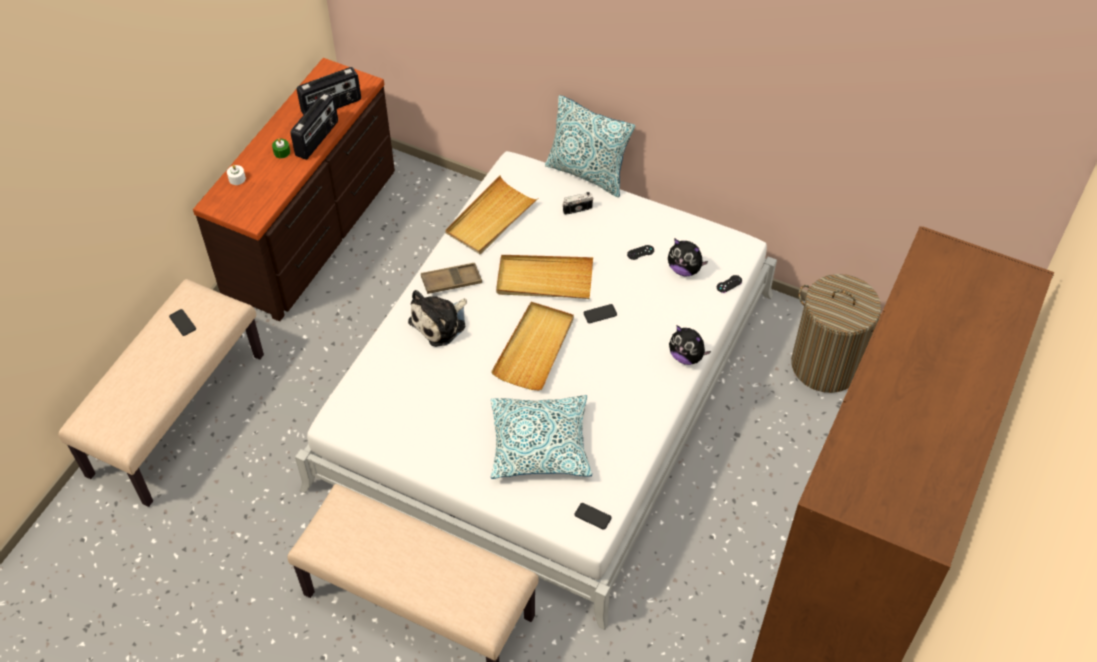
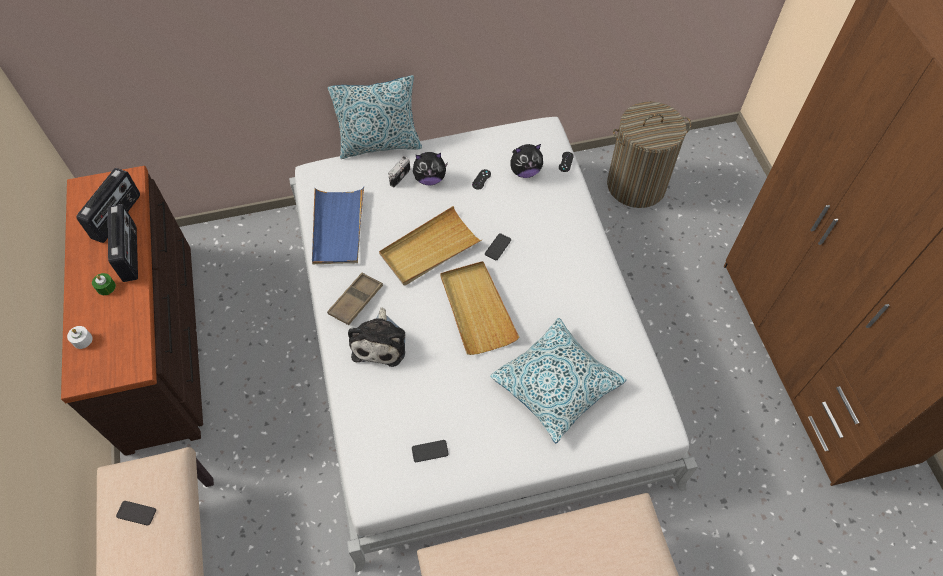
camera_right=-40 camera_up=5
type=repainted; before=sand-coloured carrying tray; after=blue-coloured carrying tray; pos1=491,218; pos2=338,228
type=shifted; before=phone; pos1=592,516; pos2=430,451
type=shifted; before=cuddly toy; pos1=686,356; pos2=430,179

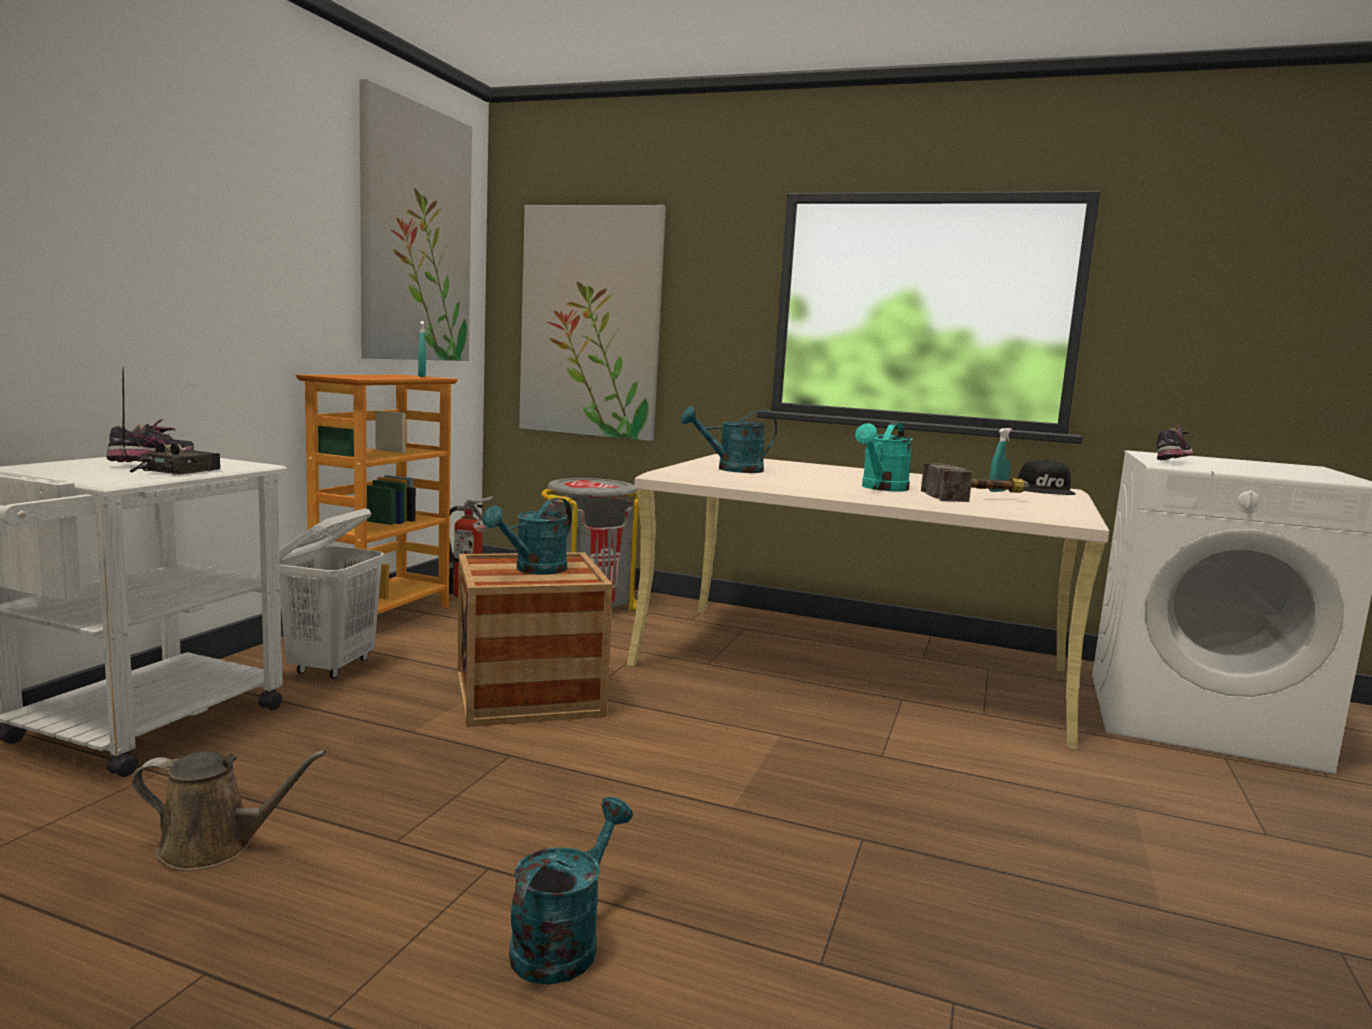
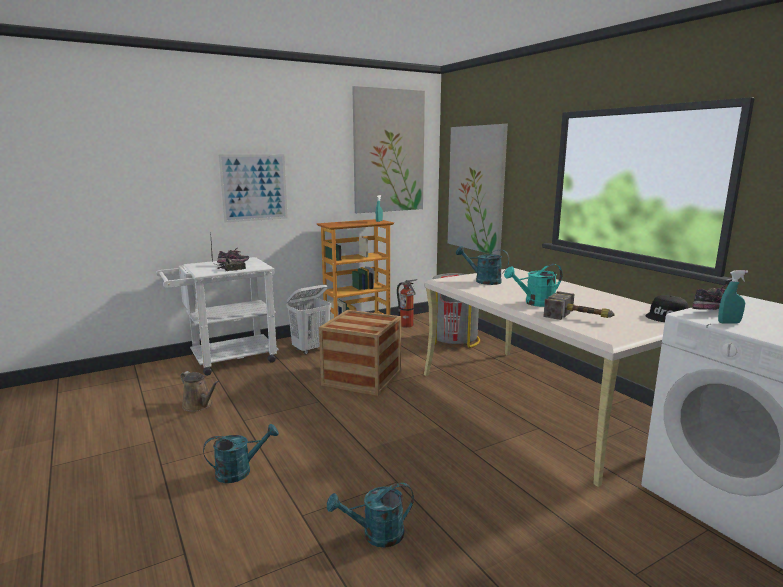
camera_right=40 camera_up=5
type=shifted; before=turquoise-coloured sprinkling can; pos1=534,570; pos2=376,535
type=shifted; before=turquoise-coloured spray bottle; pos1=997,491; pos2=729,323
type=new; after=wall picture; pos2=254,187

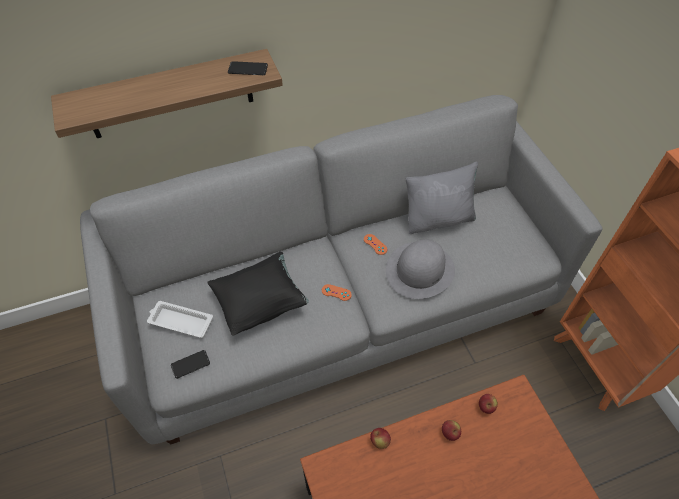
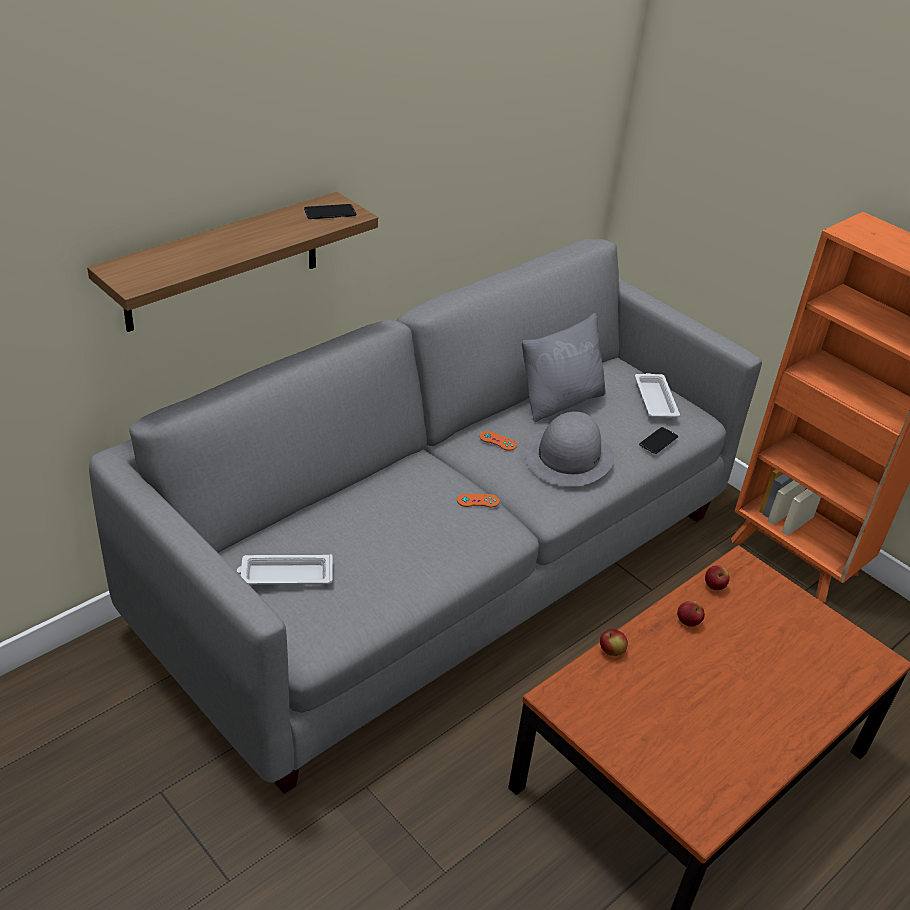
camera_right=-25 camera_up=-15
type=shifted; before=phone; pos1=190,364; pos2=658,441
type=gone; before=black pillow; pos1=260,303
type=new; after=whitish carrying tray; pos2=655,399

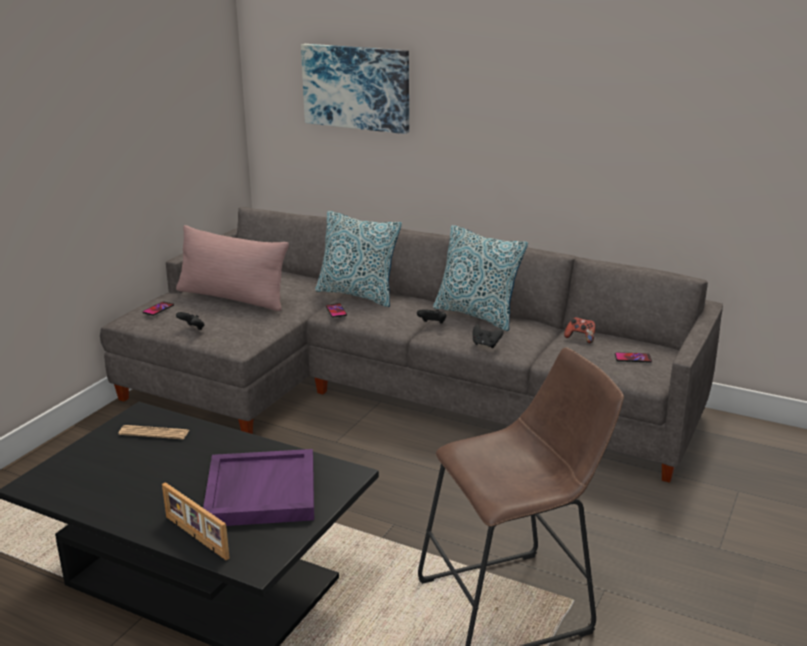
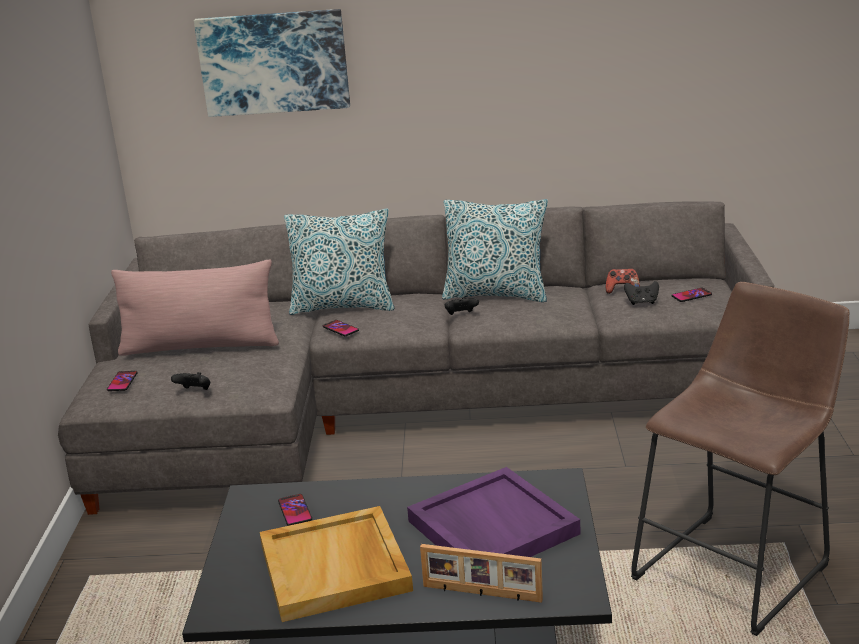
camera_right=-25 camera_up=0
type=swapped; before=printed paper; after=phone; pos1=154,433; pos2=295,511
type=shifted; before=black gamepad; pos1=486,345; pos2=642,302
type=new; after=sand-coloured carrying tray; pos2=336,568

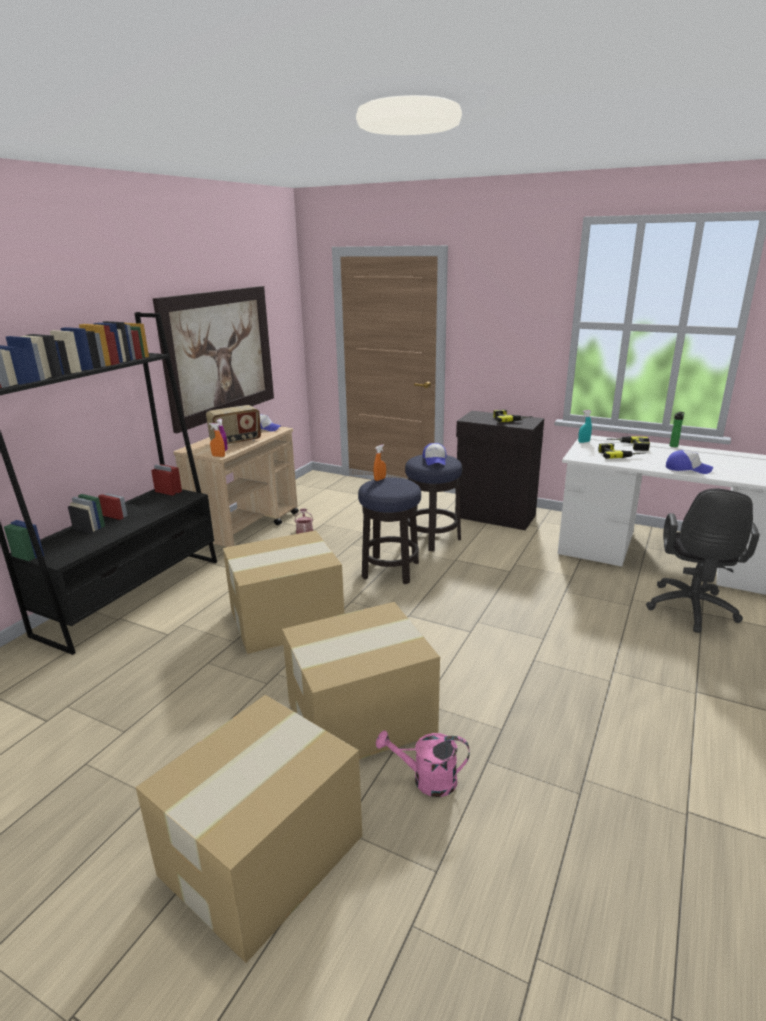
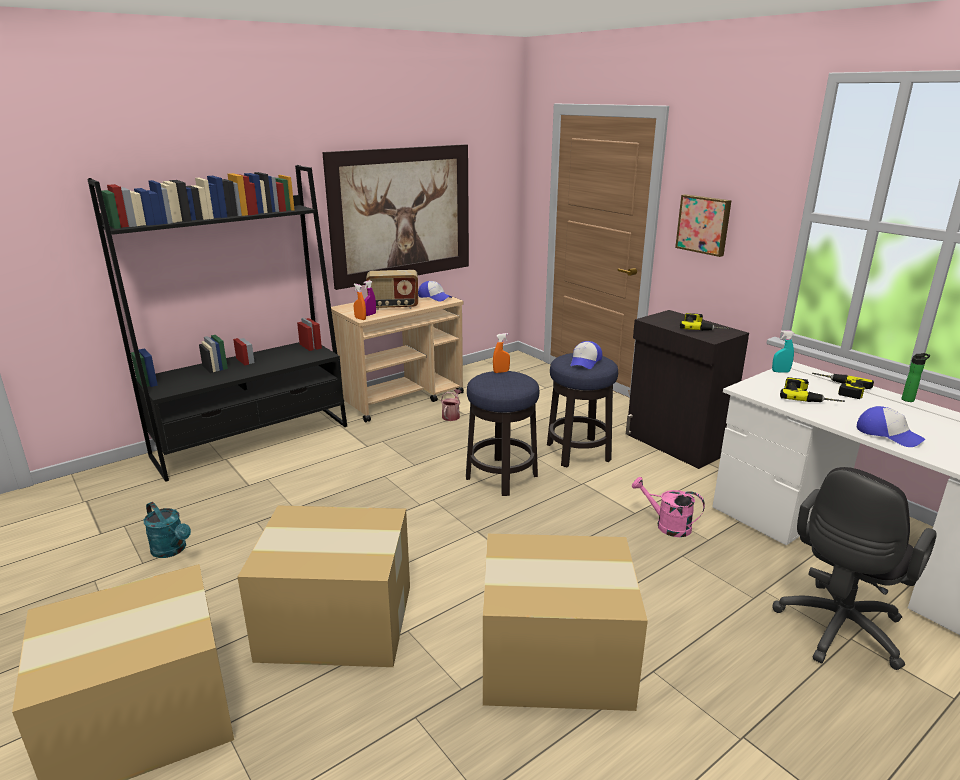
camera_right=25 camera_up=0
type=shifted; before=carton; pos1=288,619; pos2=557,659
type=shifted; before=pink sprinkling can; pos1=426,780; pos2=667,525
type=new; after=turquoise-coloured sprinkling can; pos2=172,550
type=new; after=wall picture; pos2=704,224

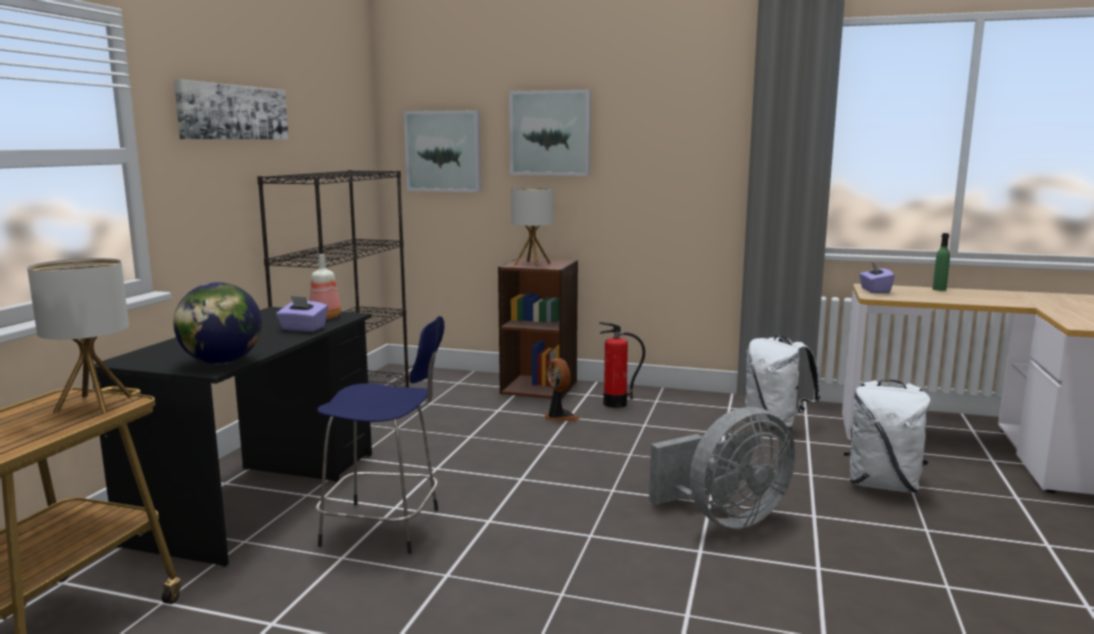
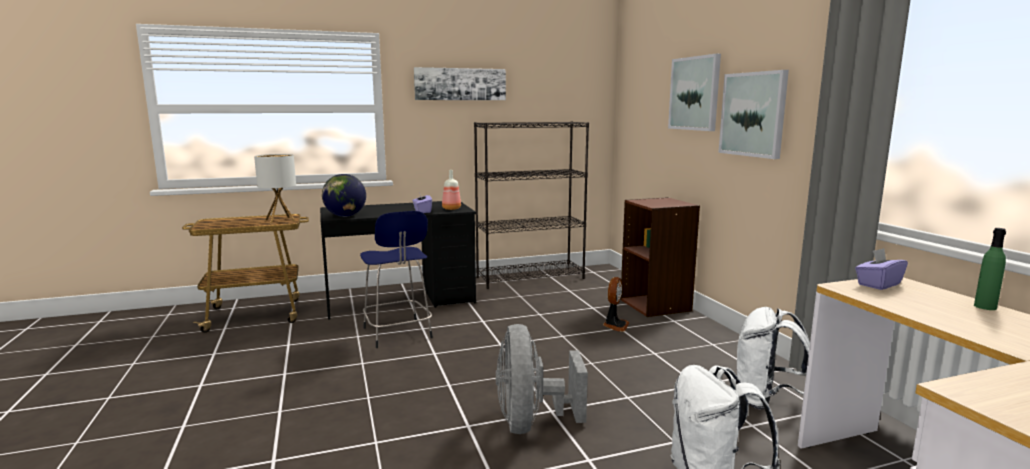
camera_right=55 camera_up=0
type=shifted; before=wall picture; pos1=443,151; pos2=753,114
type=gone; before=table lamp; pos1=532,264
type=gone; before=fire extinguisher; pos1=615,404
type=rotated; before=greyish electric fan; pos1=725,518; pos2=531,423; turn=60

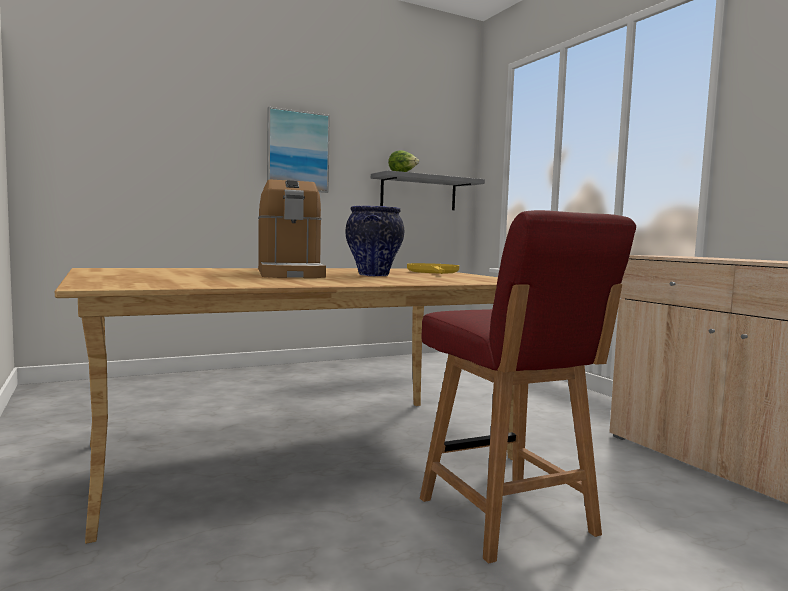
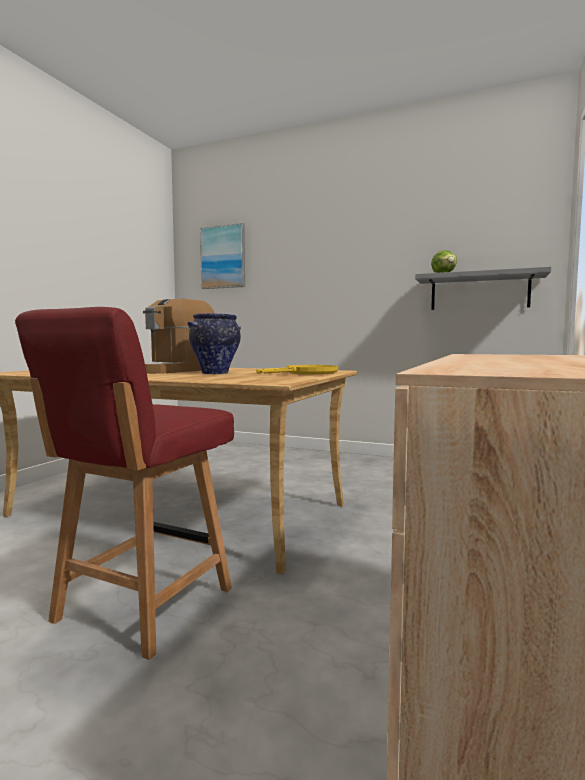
camera_right=50 camera_up=0
type=shifted; before=wall picture; pos1=298,151; pos2=223,257

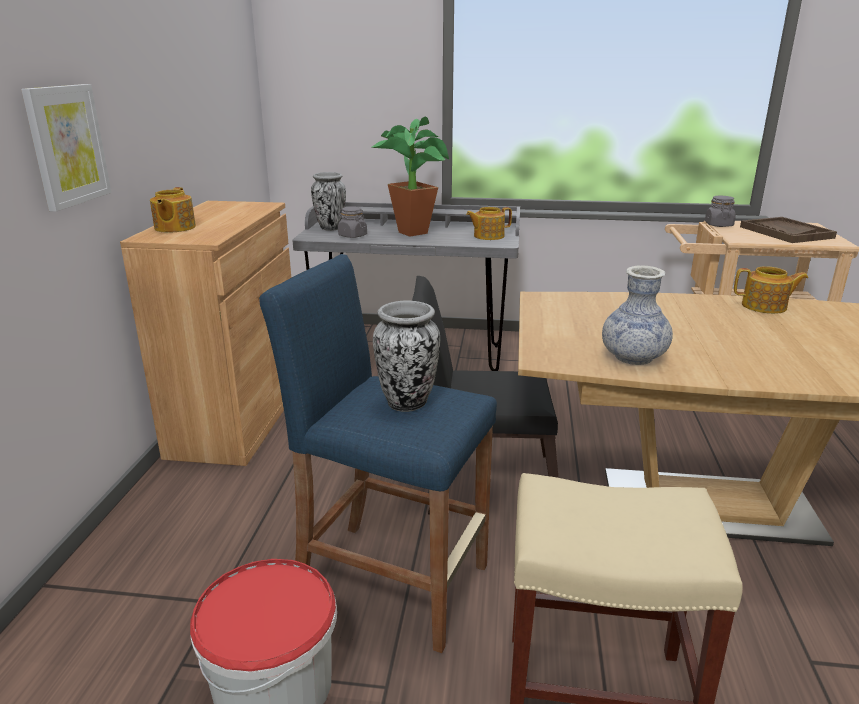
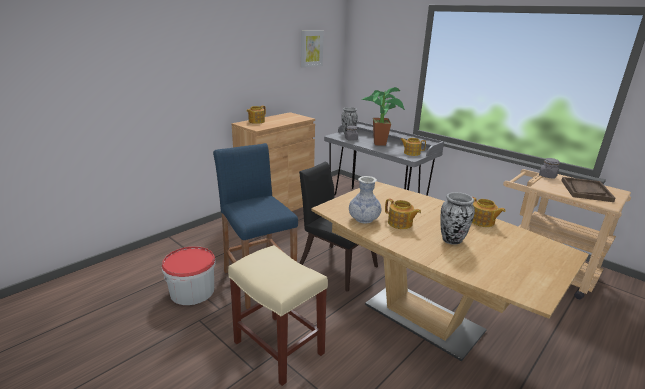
camera_right=35 camera_up=0
type=shifted; before=wall picture; pos1=66,145; pos2=311,48
type=shifted; before=decorative vase; pos1=408,403; pos2=452,240
type=new; after=teapot; pos2=400,223

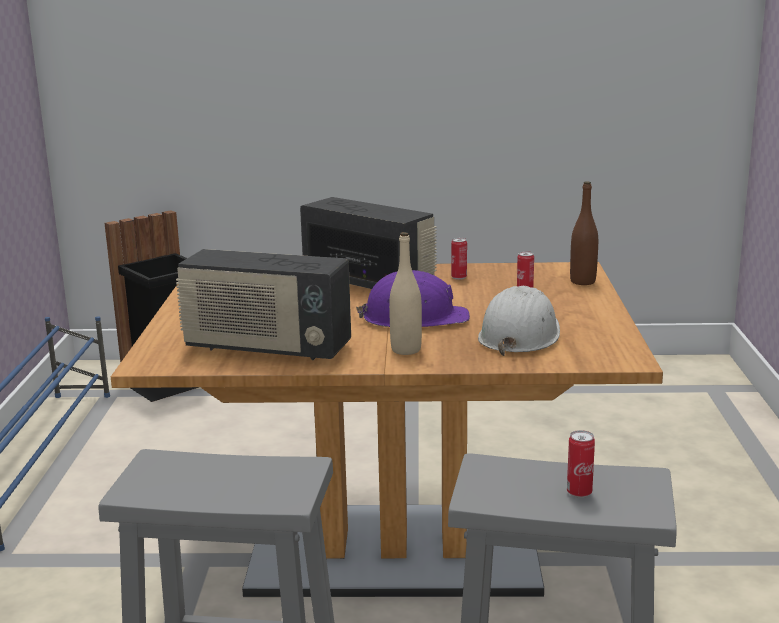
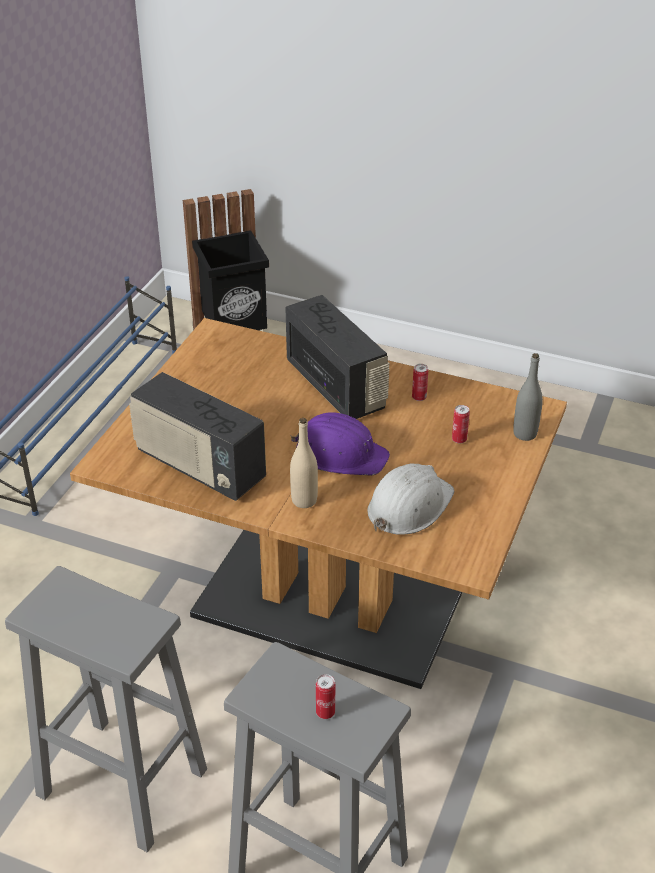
camera_right=20 camera_up=20
type=repainted; before=brownish bottle; after=greyish bottle; pos1=582,281; pos2=525,434

